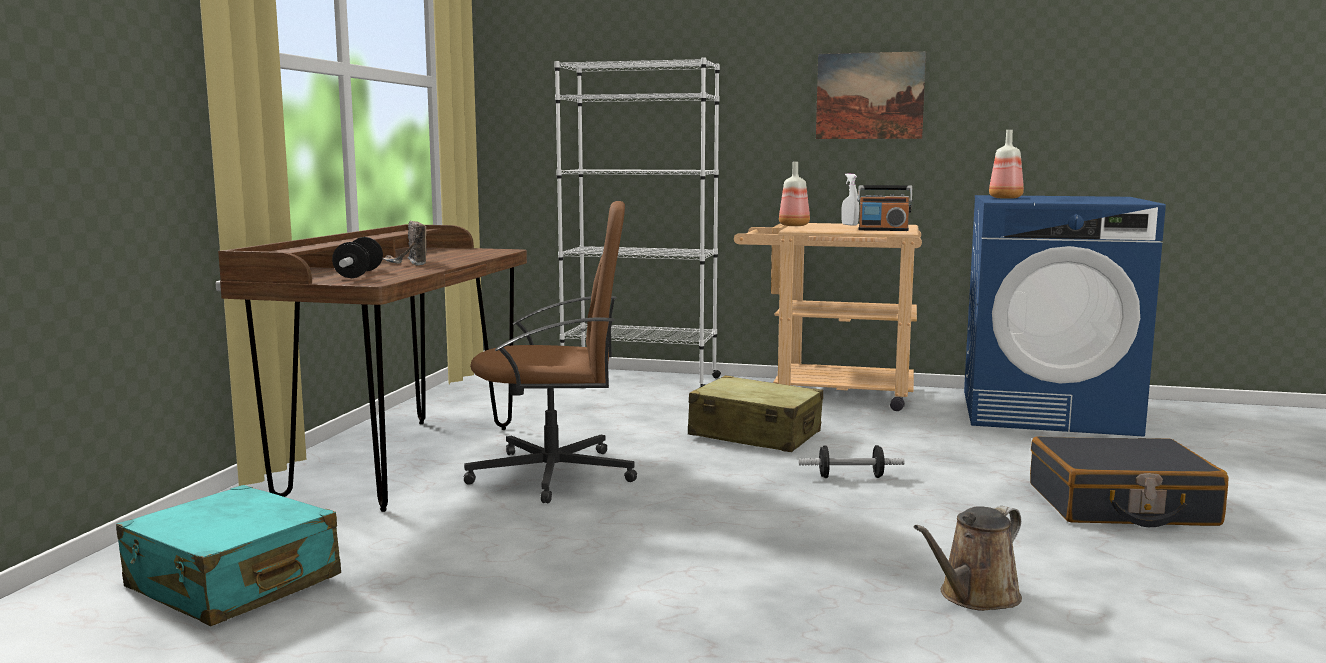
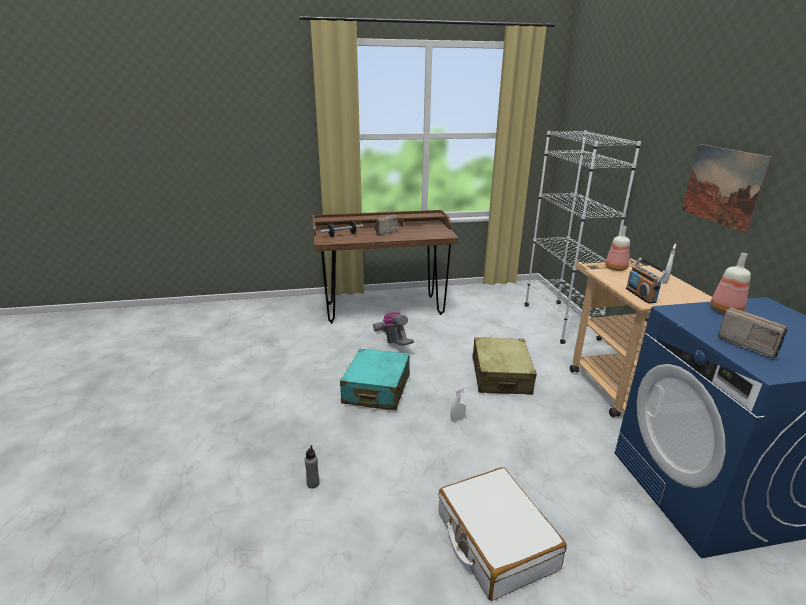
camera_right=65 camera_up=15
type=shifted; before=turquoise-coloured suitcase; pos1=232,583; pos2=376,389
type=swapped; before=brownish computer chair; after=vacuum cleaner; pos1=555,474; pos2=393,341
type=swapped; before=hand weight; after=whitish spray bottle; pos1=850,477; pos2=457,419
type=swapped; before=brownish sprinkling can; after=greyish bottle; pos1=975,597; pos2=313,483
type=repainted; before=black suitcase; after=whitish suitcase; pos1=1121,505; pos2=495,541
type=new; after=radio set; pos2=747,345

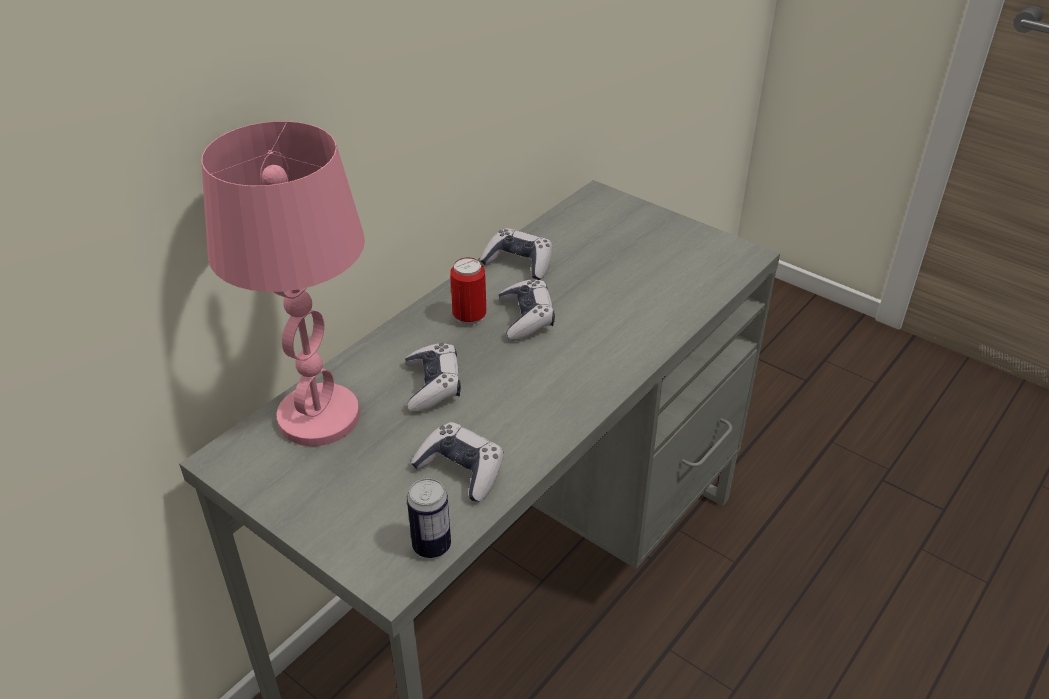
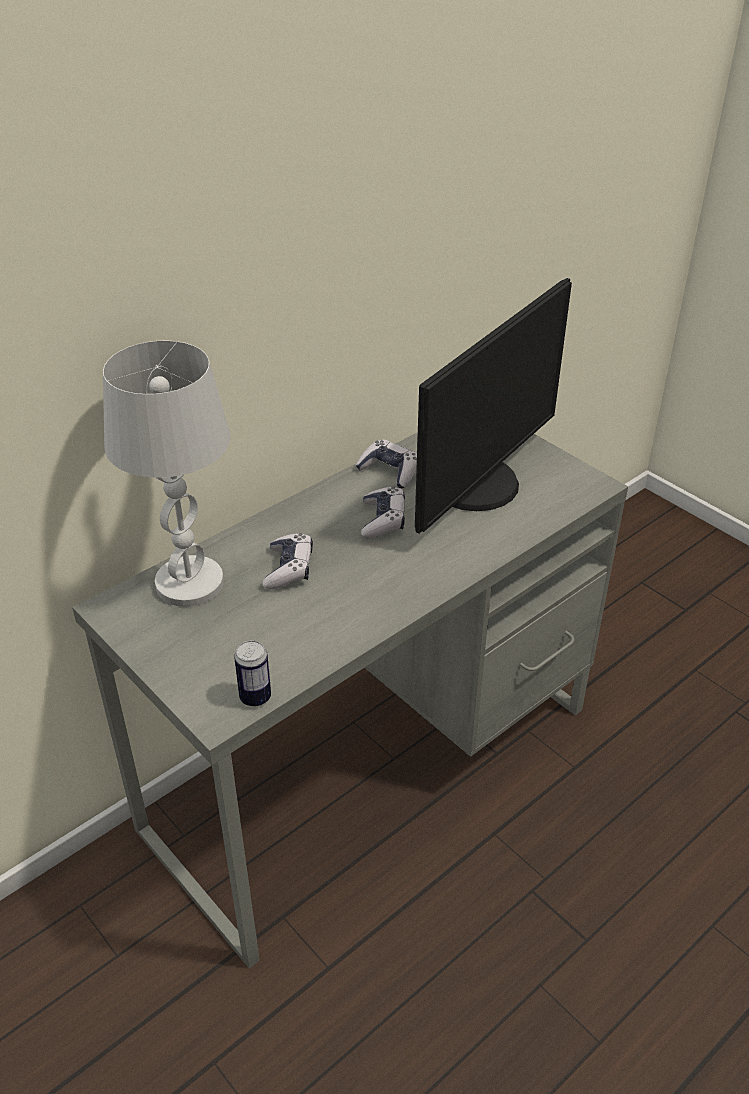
camera_right=10 camera_up=0
type=repainted; before=pink table lamp; after=whitish table lamp; pos1=319,418; pos2=189,584
type=gone; before=gamepad; pos1=461,470
type=gone; before=can; pos1=469,317
type=new; after=monitor; pos2=478,485

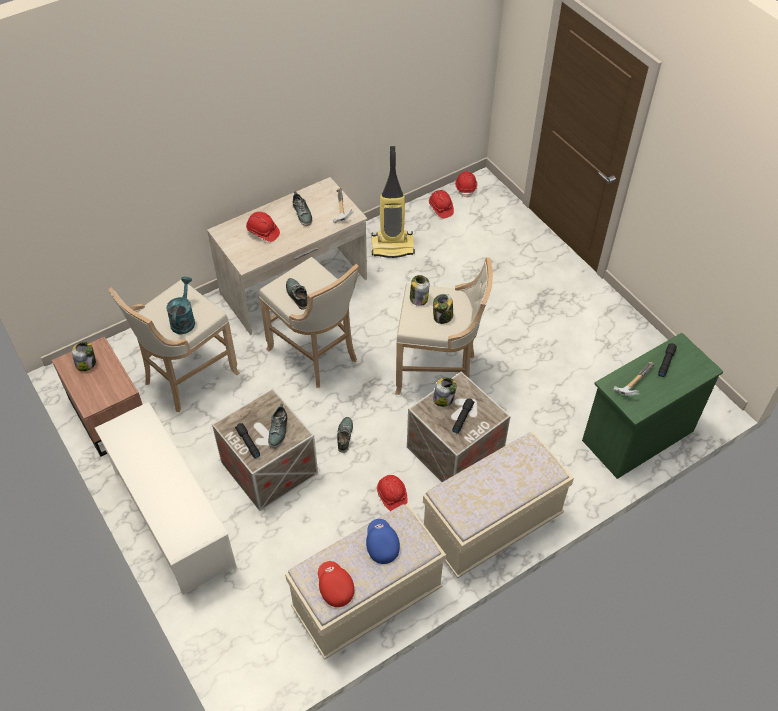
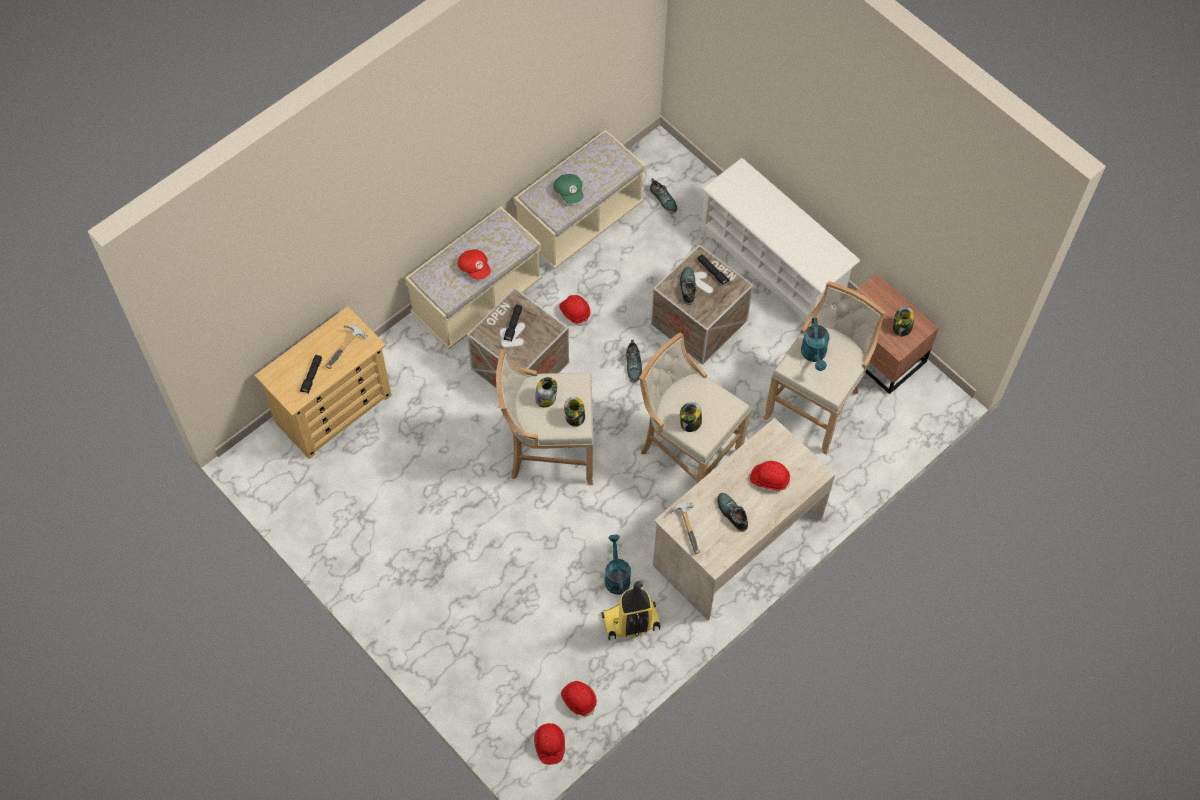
camera_right=170 camera_up=10
type=shifted; before=low shoe; pos1=297,295; pos2=663,199
type=shifted; before=reddish baseball cap; pos1=334,587; pos2=475,268
type=repainted; before=blue-coloured baseball cap; after=greenish baseball cap; pos1=381,545; pos2=569,192
type=shifted; before=jar; pos1=443,399; pos2=690,423
type=repainted; before=greenish dresser; after=sand-coloured dresser; pos1=637,436; pos2=334,408
type=new; after=turquoise-coloured sprinkling can; pos2=616,576

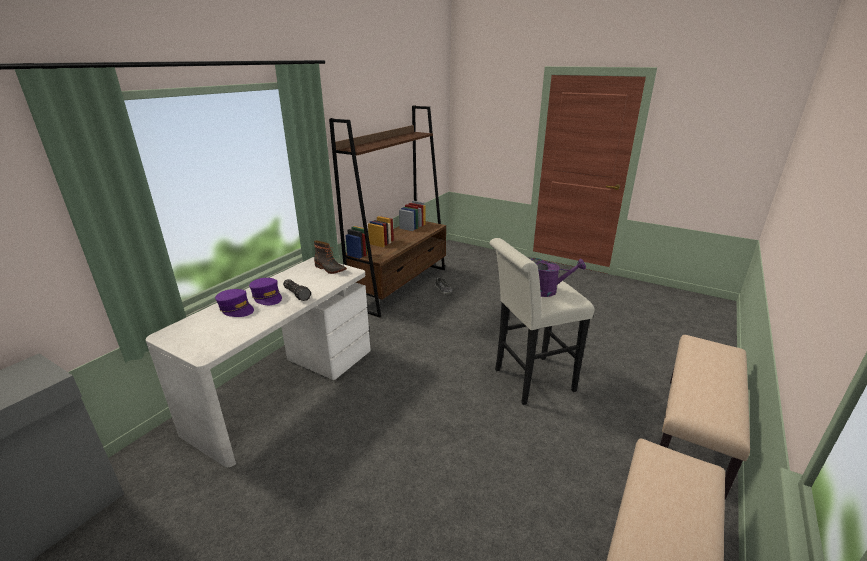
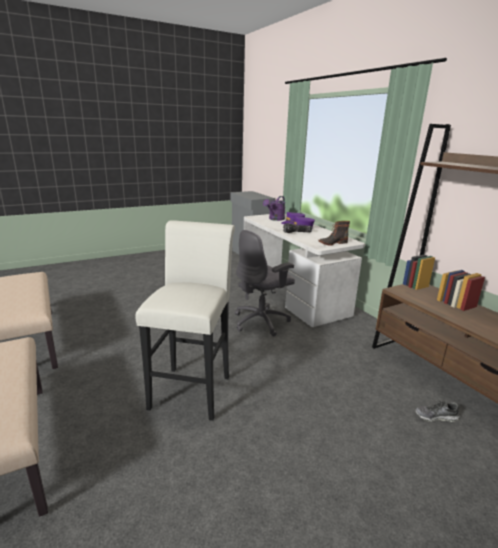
camera_right=120 camera_up=-5
type=shifted; before=purple-coloured sprinkling can; pos1=548,291; pos2=275,219
type=new; after=greyish computer chair; pos2=261,322

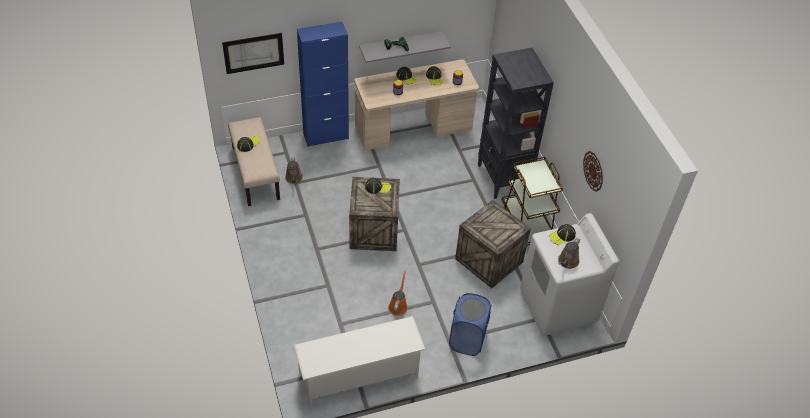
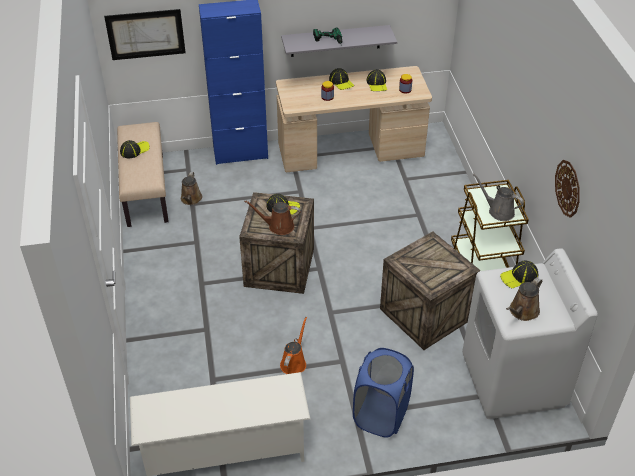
camera_right=10 camera_up=-5
type=gone; before=black bookcase; pos1=503,178
type=new; after=brownish sprinkling can; pos2=278,226
type=new; after=greyish sprinkling can; pos2=498,211

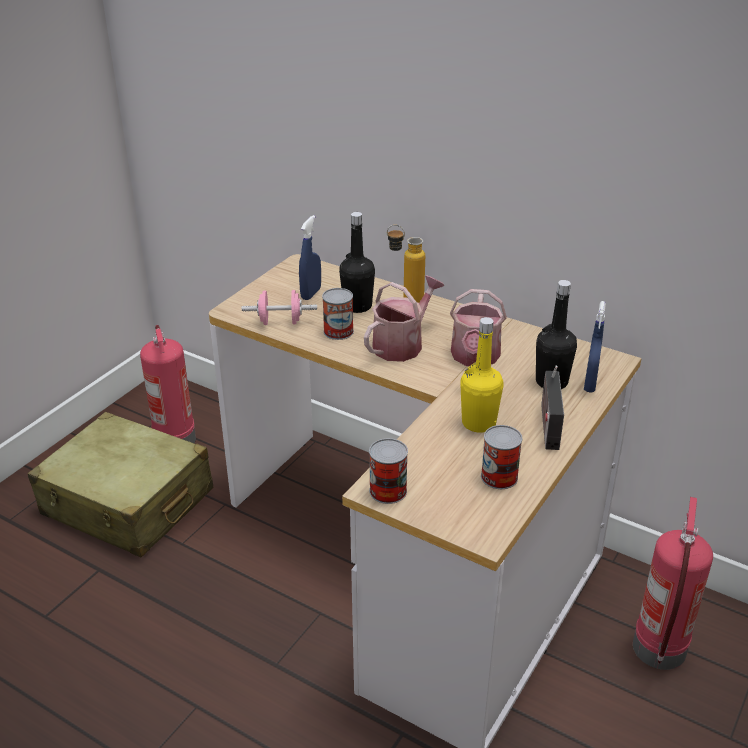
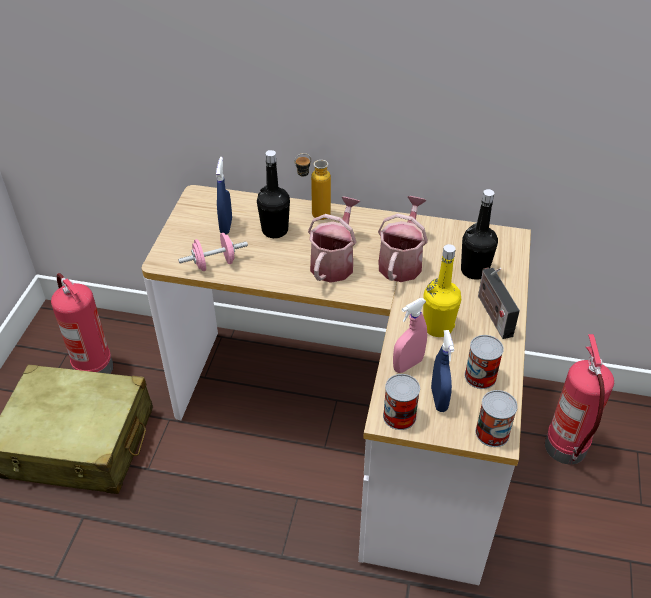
camera_right=-20 camera_up=10
type=shifted; before=can; pos1=338,331; pos2=492,433
type=rotated; before=sprinkling can; pos1=475,358; pos2=401,261; turn=-150
type=shifted; before=blue-coloured spray bottle; pos1=590,384; pos2=439,399
type=new; after=pink spray bottle; pos2=408,365

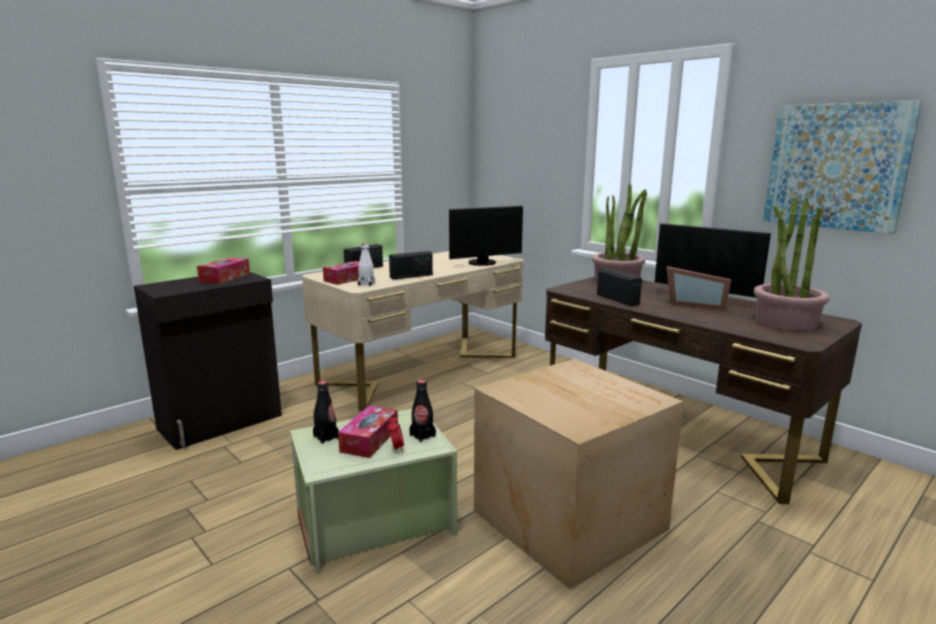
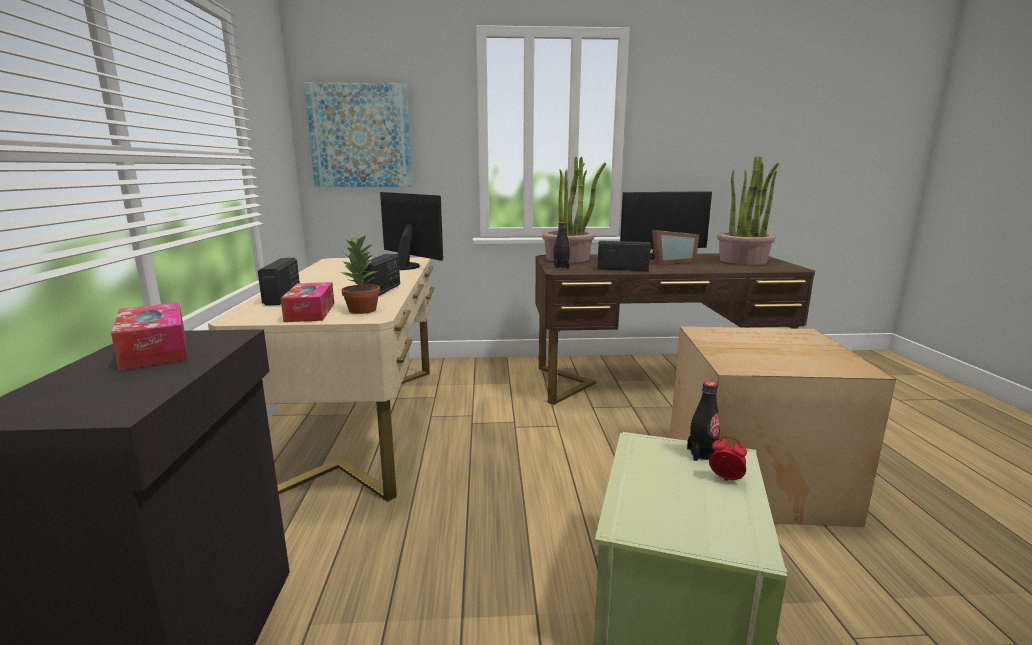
camera_right=-50 camera_up=0
type=shifted; before=black bottle; pos1=326,437; pos2=561,267
type=gone; before=box of tissues; pos1=369,440
type=swapped; before=whitish bottle; after=houseplant; pos1=366,284; pos2=362,310
type=rotated; before=monitor; pos1=483,263; pos2=405,266; turn=-60
type=shifted; before=wall picture; pos1=836,166; pos2=360,136

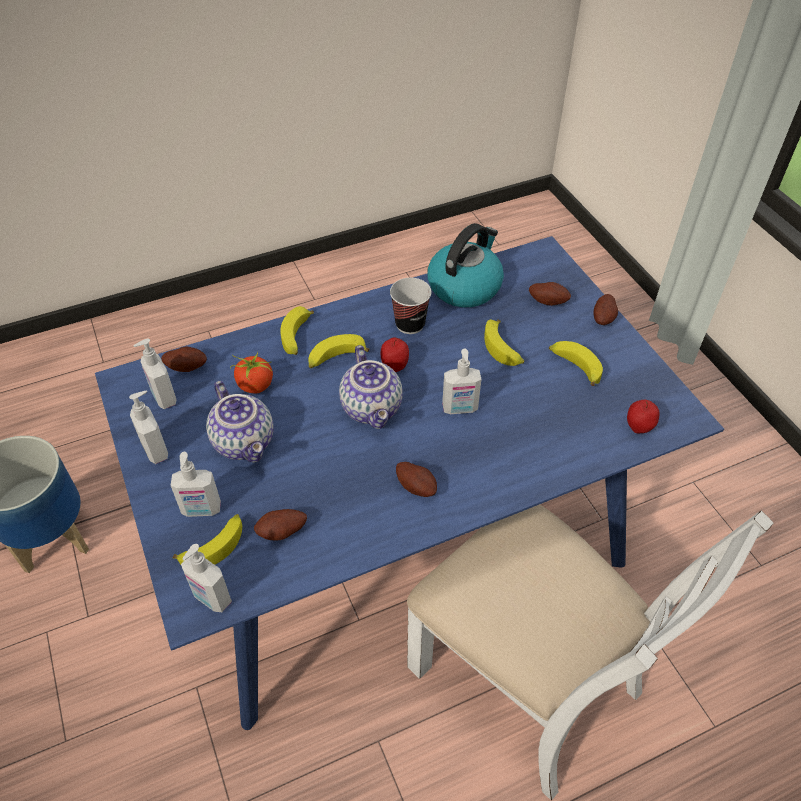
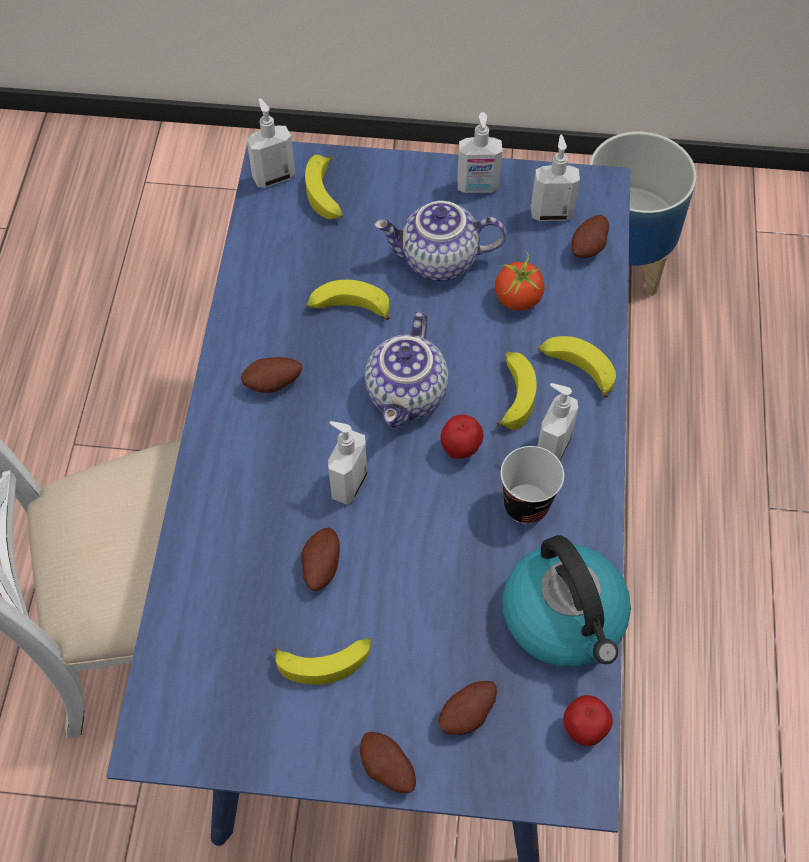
camera_right=120 camera_up=10
type=shifted; before=liquid soap bottle; pos1=201,510; pos2=551,448
type=shifted; before=spud; pos1=282,532; pos2=320,566
type=rotated; before=teapot; pos1=373,408; pos2=408,396; turn=-90
type=shifted; before=banana; pos1=503,349; pos2=348,309
type=shifted; before=whole apple; pos1=638,429; pos2=583,729

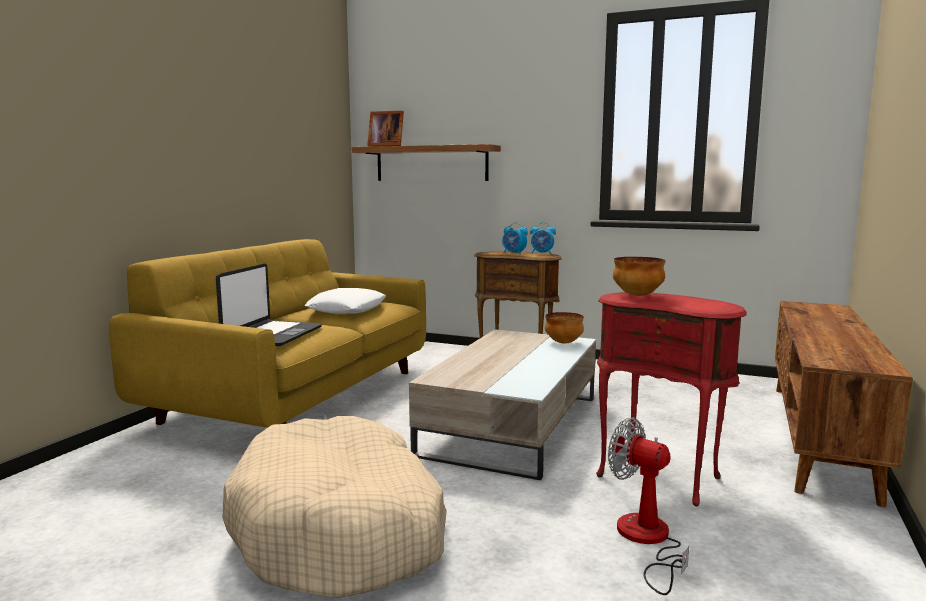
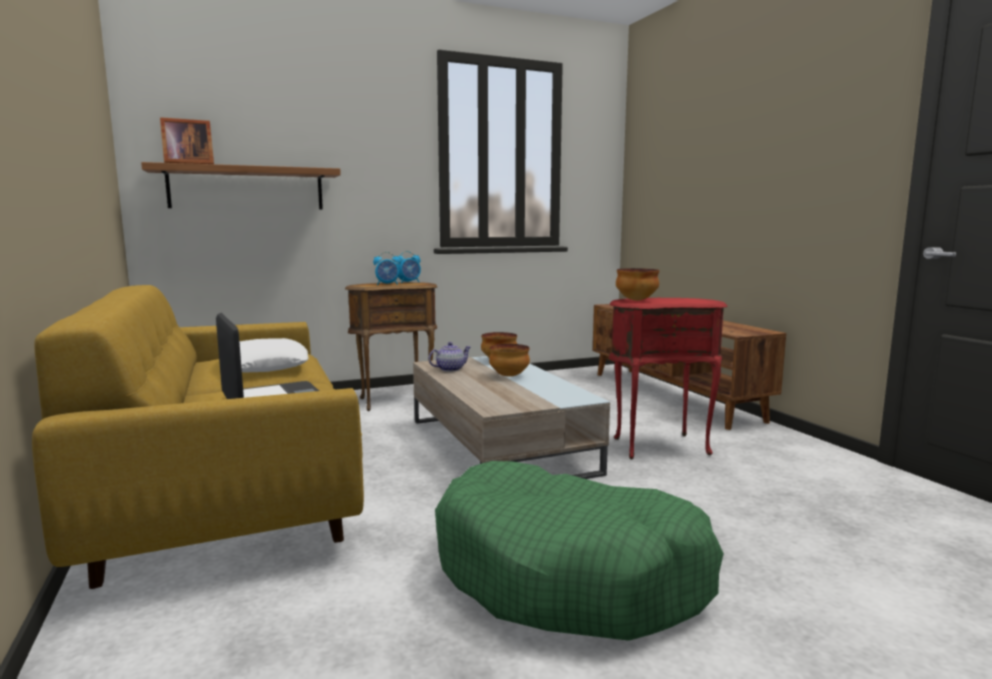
camera_right=-45 camera_up=0
type=repainted; before=sand-coloured pet bed; after=greenish pet bed; pos1=341,530; pos2=570,574
type=gone; before=electric fan; pos1=647,541
type=new; after=teapot; pos2=450,369
type=new; after=bowl; pos2=509,376

